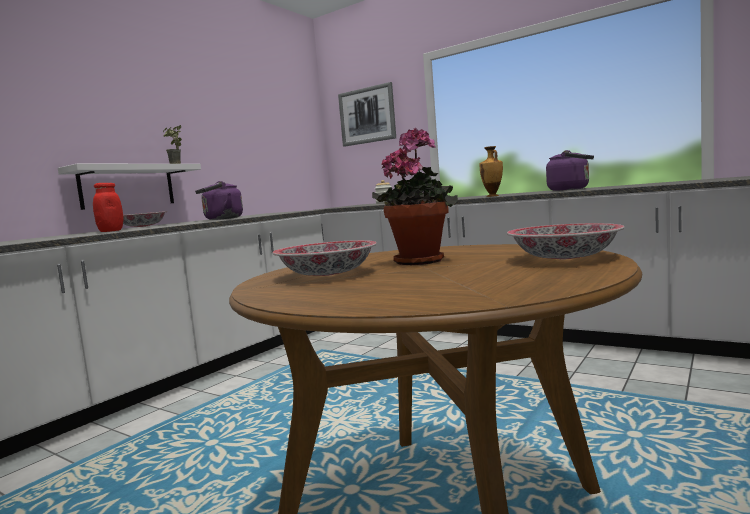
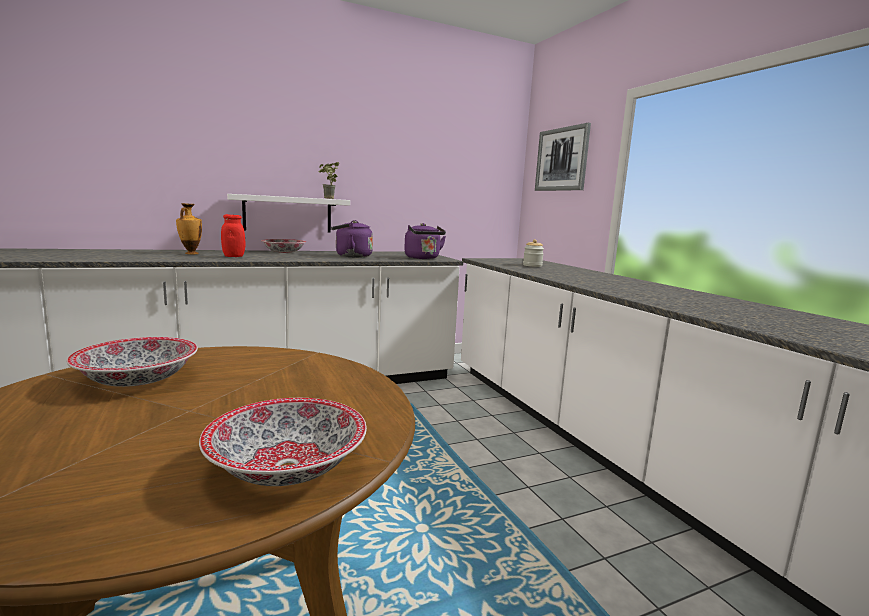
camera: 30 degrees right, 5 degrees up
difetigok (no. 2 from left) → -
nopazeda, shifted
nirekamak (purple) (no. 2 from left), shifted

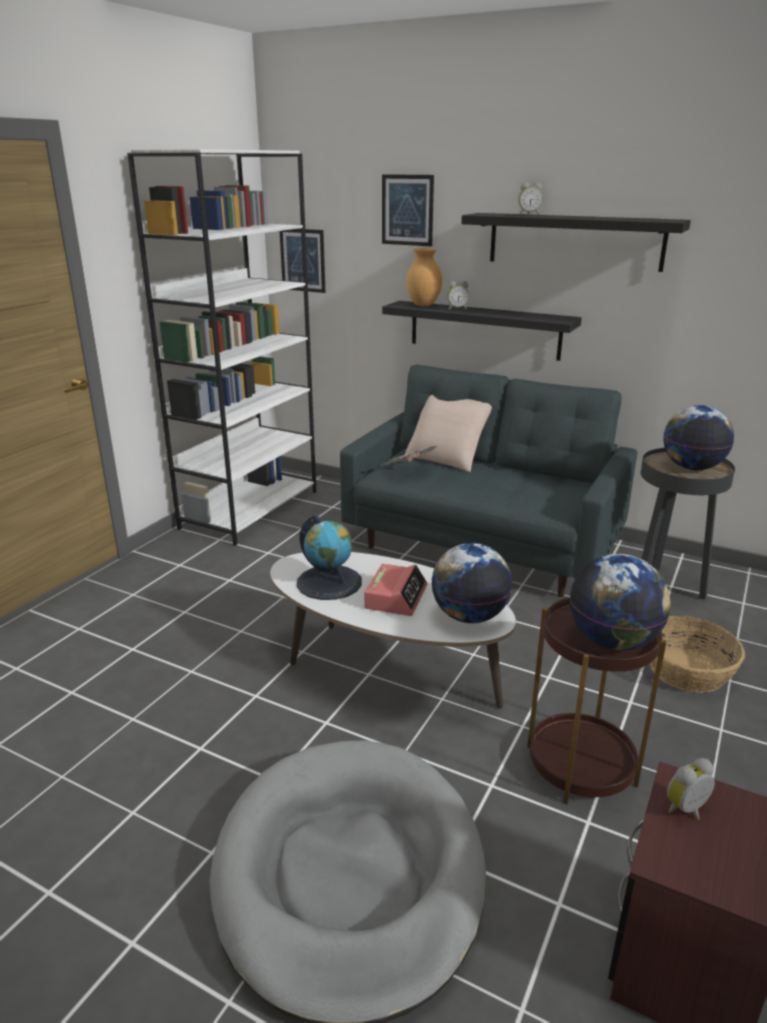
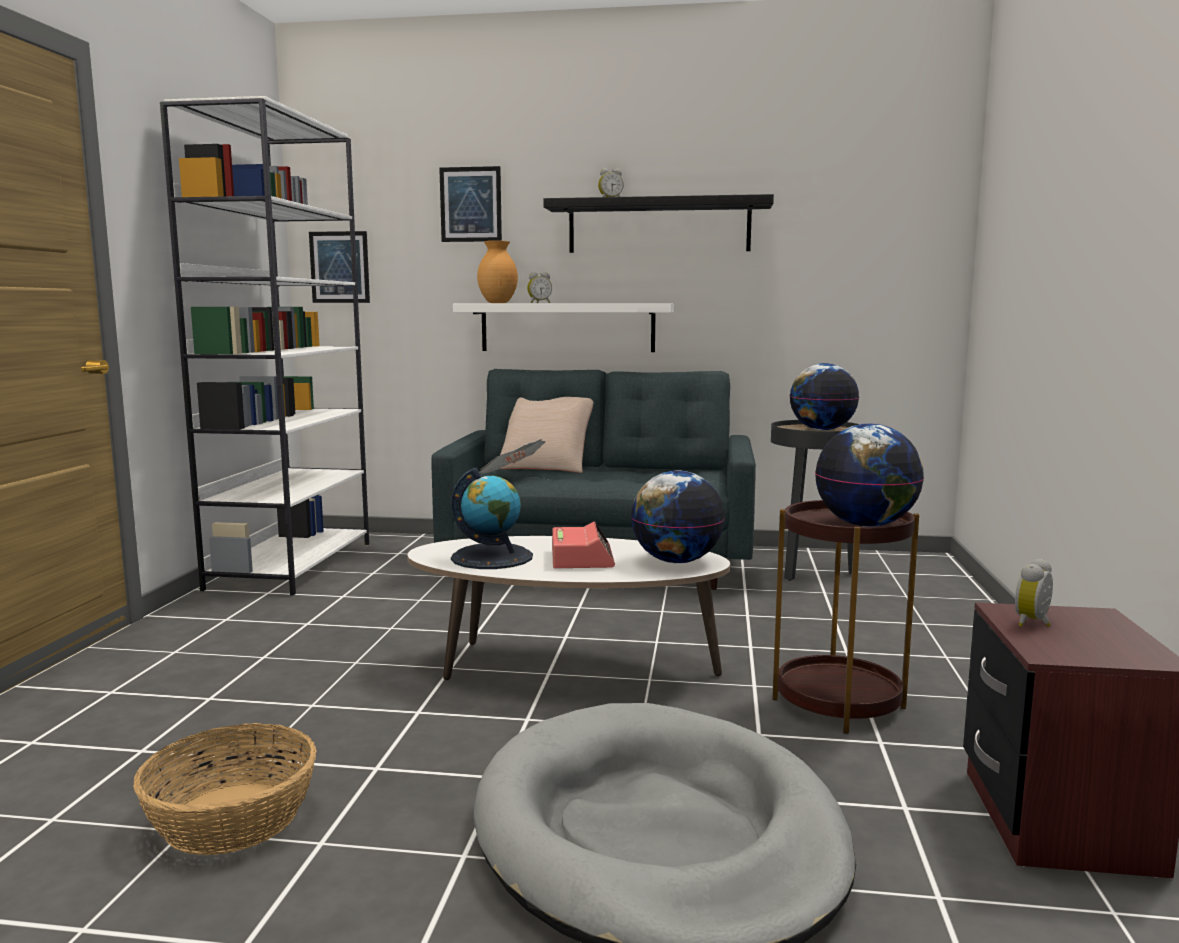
camera: 20 degrees left, 15 degrees down
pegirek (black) (no. 1 from left) → pegirek (white)
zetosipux, shifted

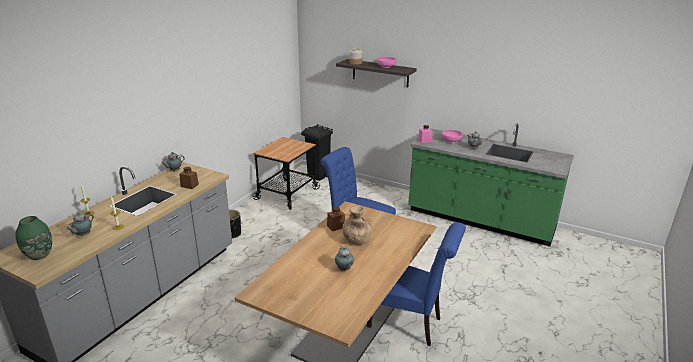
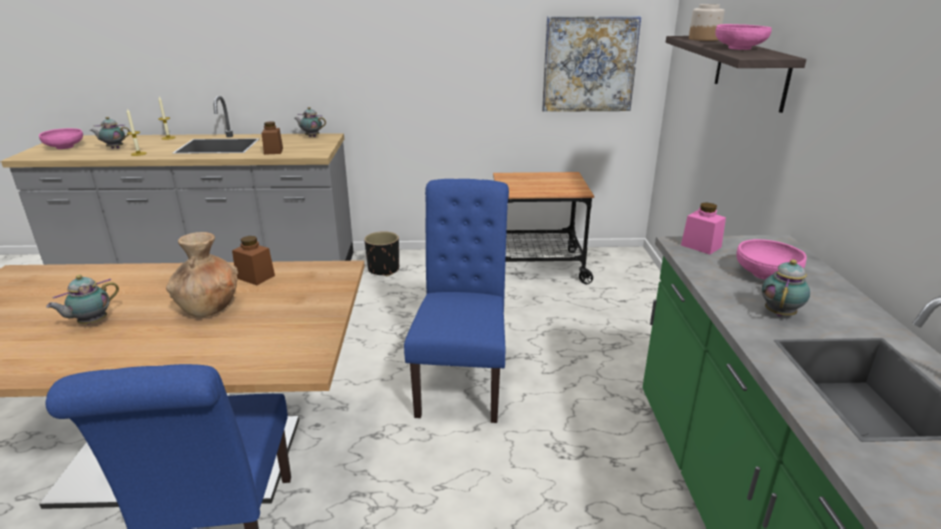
camera: 60 degrees right, 0 degrees up
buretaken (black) → -
nopazeda (green) → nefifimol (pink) (no. 1 from left)
- → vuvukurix

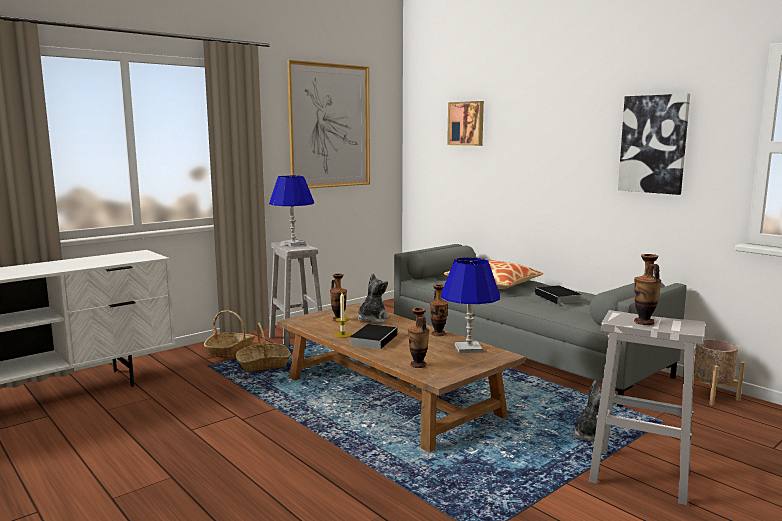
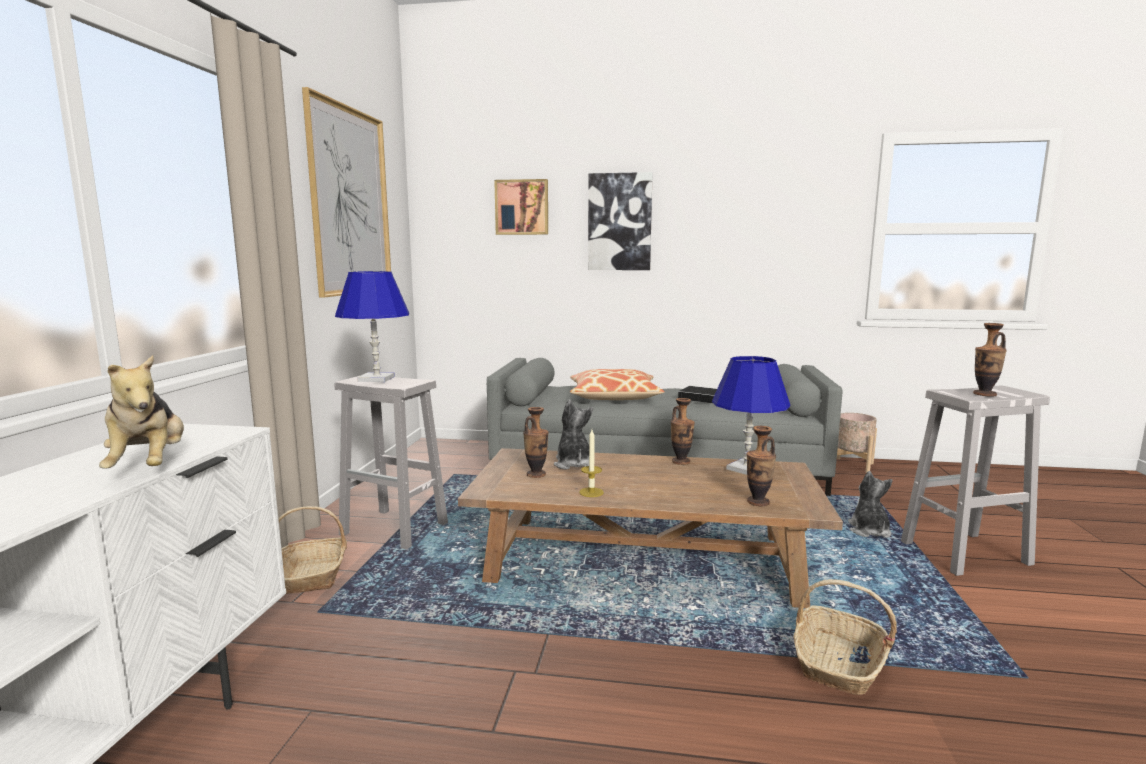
camera: 40 degrees left, 0 degrees up
vuvukurix (no. 3 from left), shifted
zetosipux (no. 2 from left), shifted
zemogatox (no. 1 from left) → -
- → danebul (no. 1 from left)

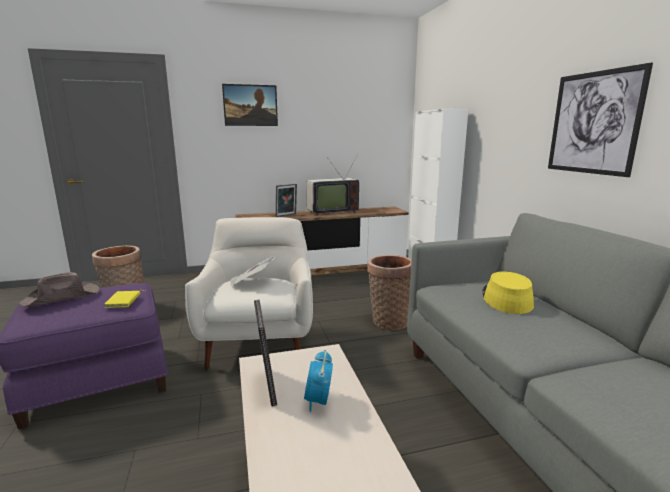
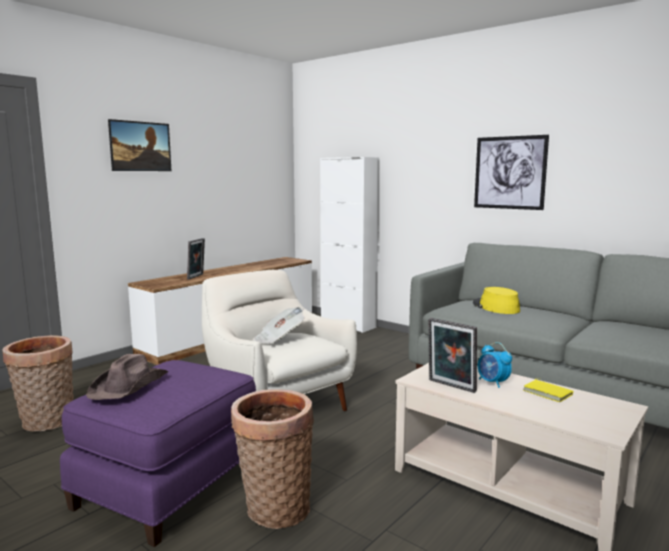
camera: 35 degrees left, 5 degrees down
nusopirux → -
zetosipux (no. 2 from left), shifted
zemogatox (yellow), shifted

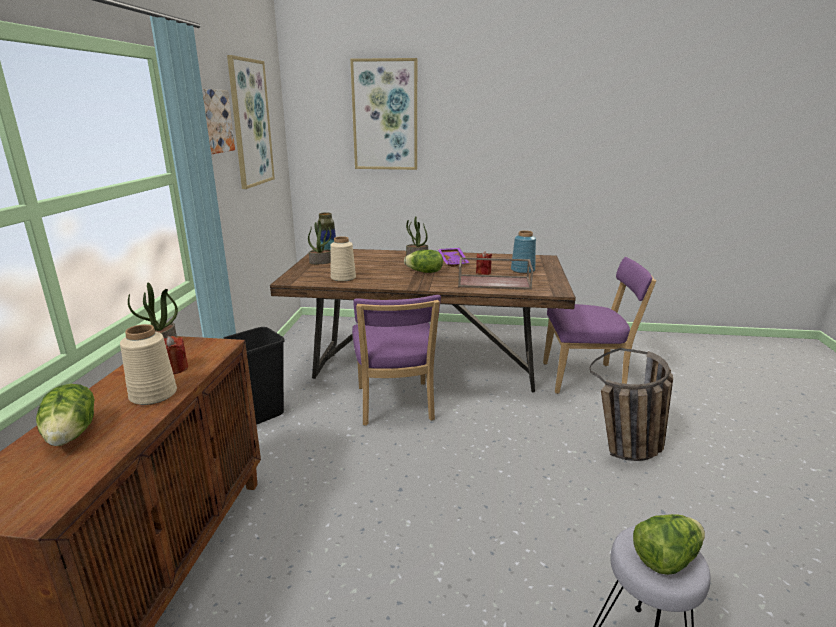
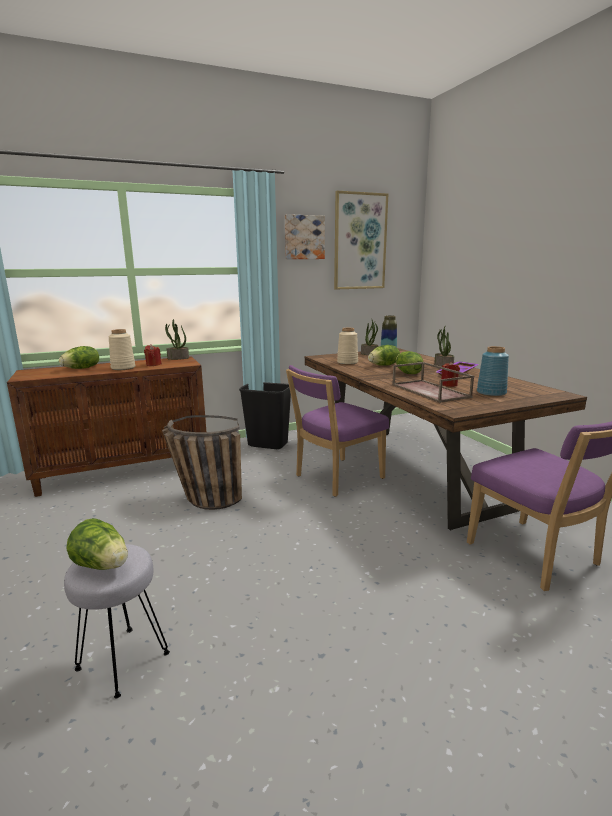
camera: 60 degrees right, 5 degrees down
vuvukurix (no. 3 from left) → -
zetosipux, shifted
- → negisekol (no. 3 from left)

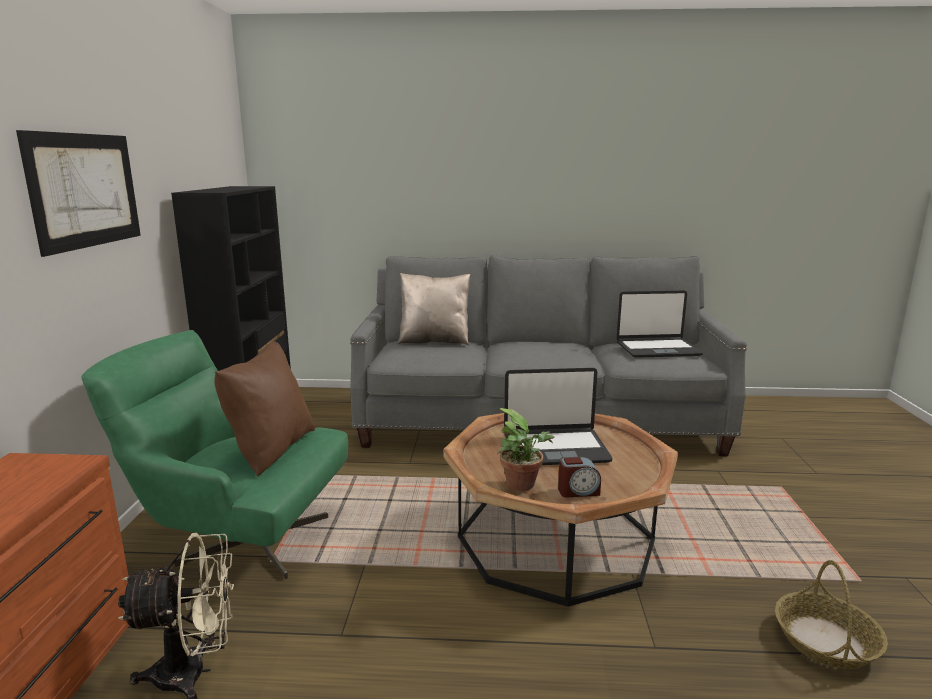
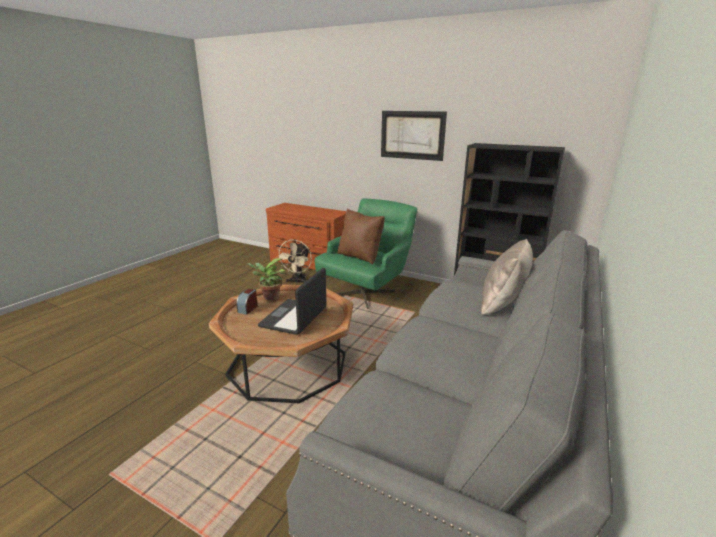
camera: 115 degrees right, 5 degrees up
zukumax (no. 2 from left) → -
zetosipux → -

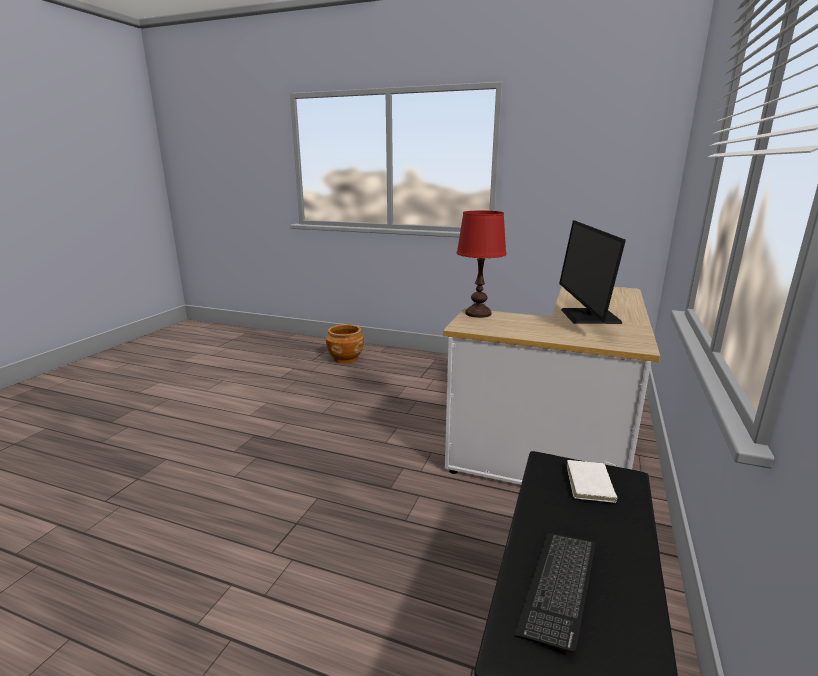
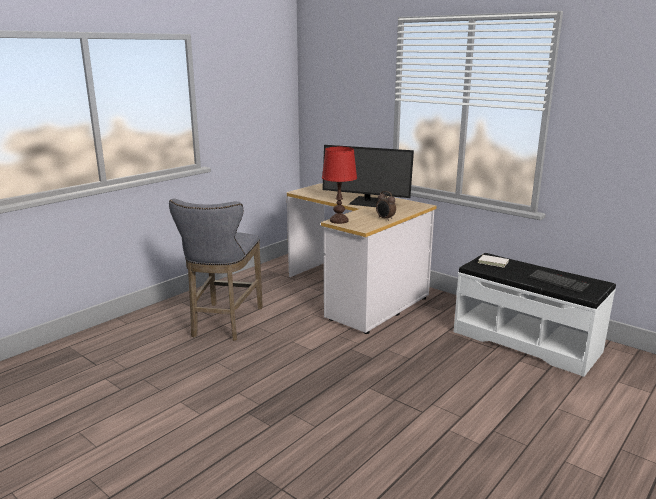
camera: 70 degrees left, 0 degrees up
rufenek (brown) → -
- → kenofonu
- → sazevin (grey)

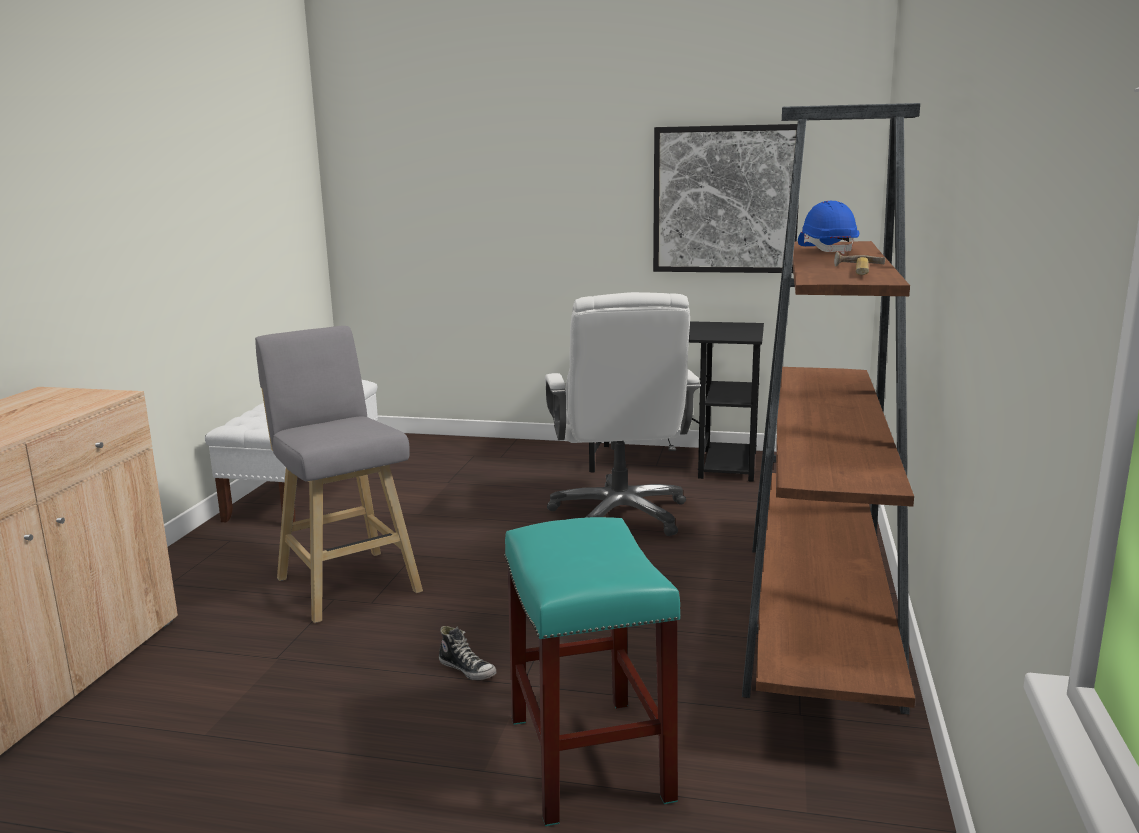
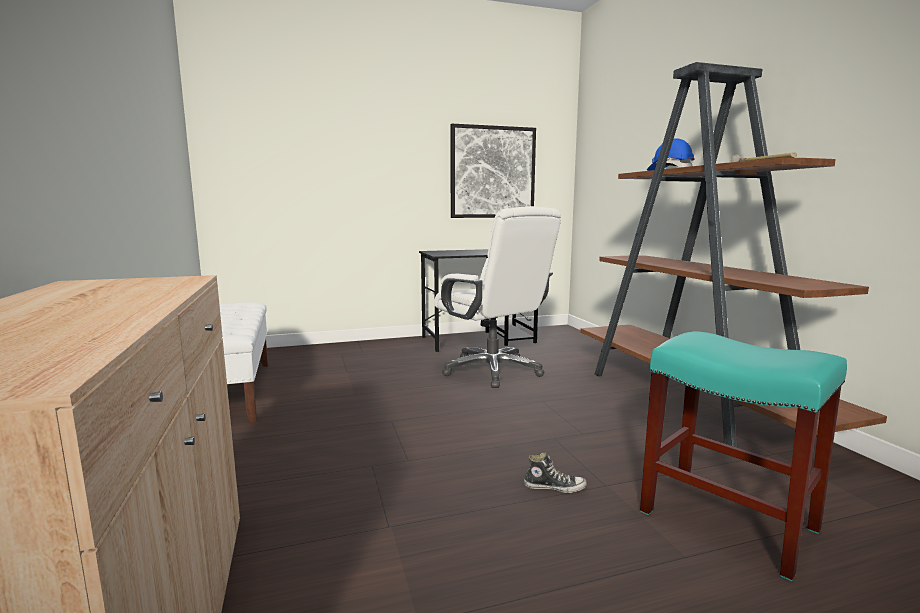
camera: 30 degrees left, 5 degrees down
sazevin (grey) → -

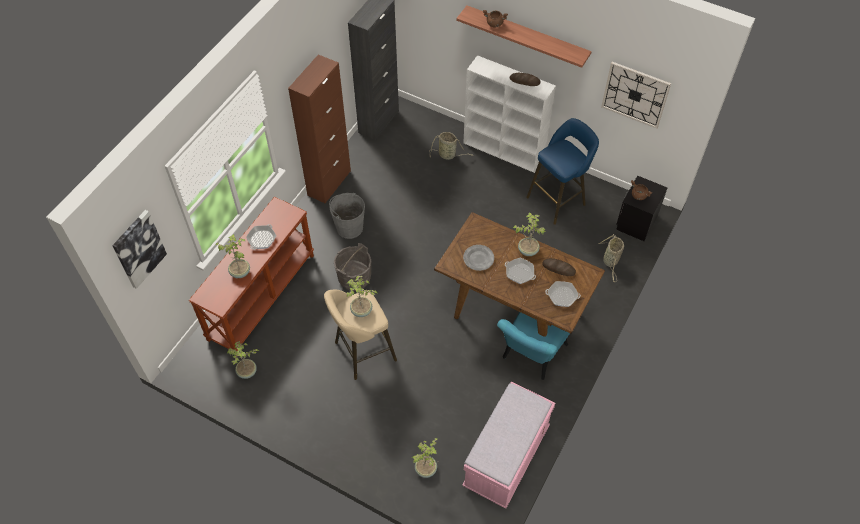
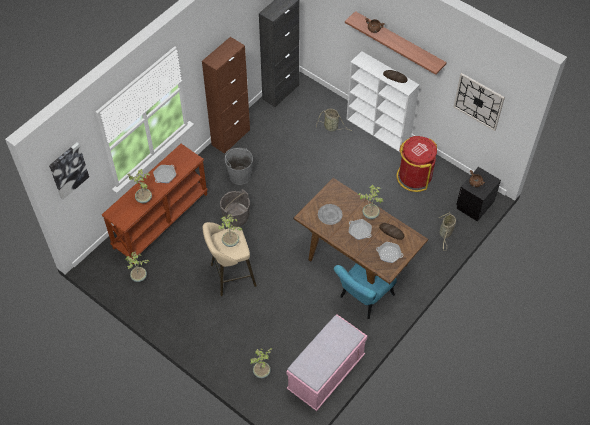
camera: 10 degrees right, 0 degrees up
sazevin (blue) → buretaken (red)

